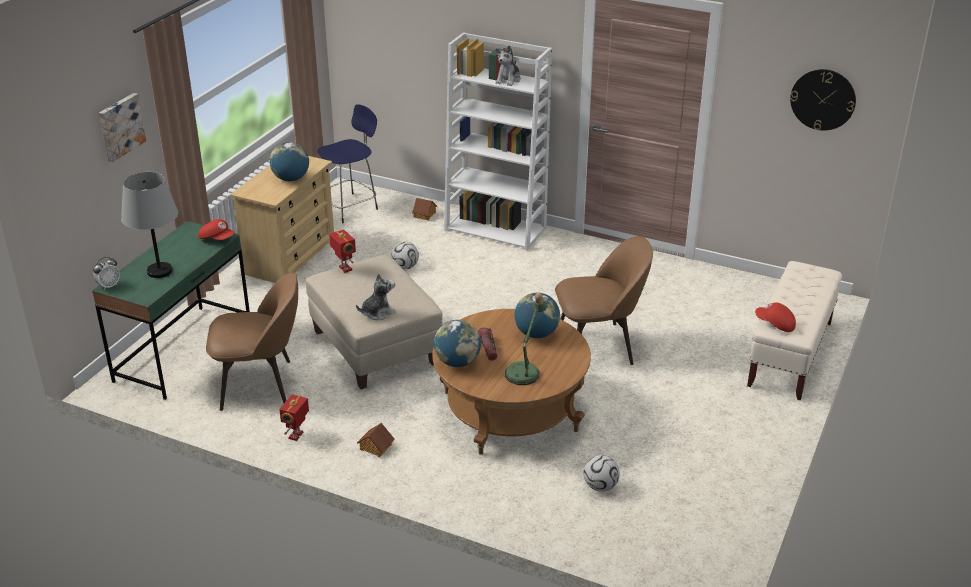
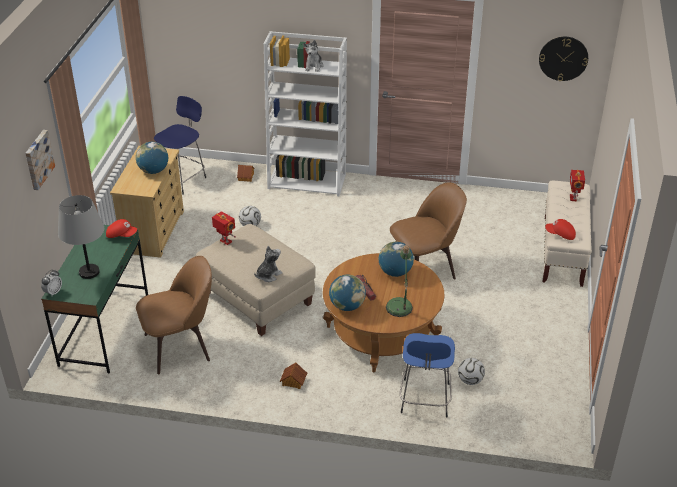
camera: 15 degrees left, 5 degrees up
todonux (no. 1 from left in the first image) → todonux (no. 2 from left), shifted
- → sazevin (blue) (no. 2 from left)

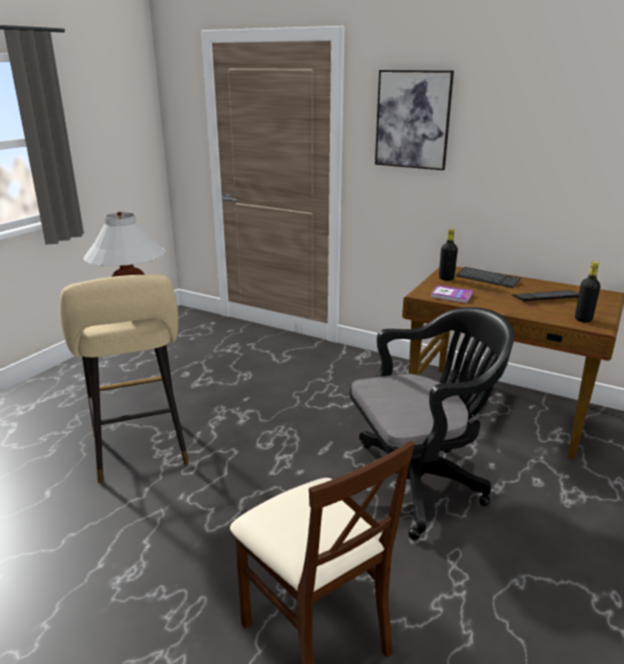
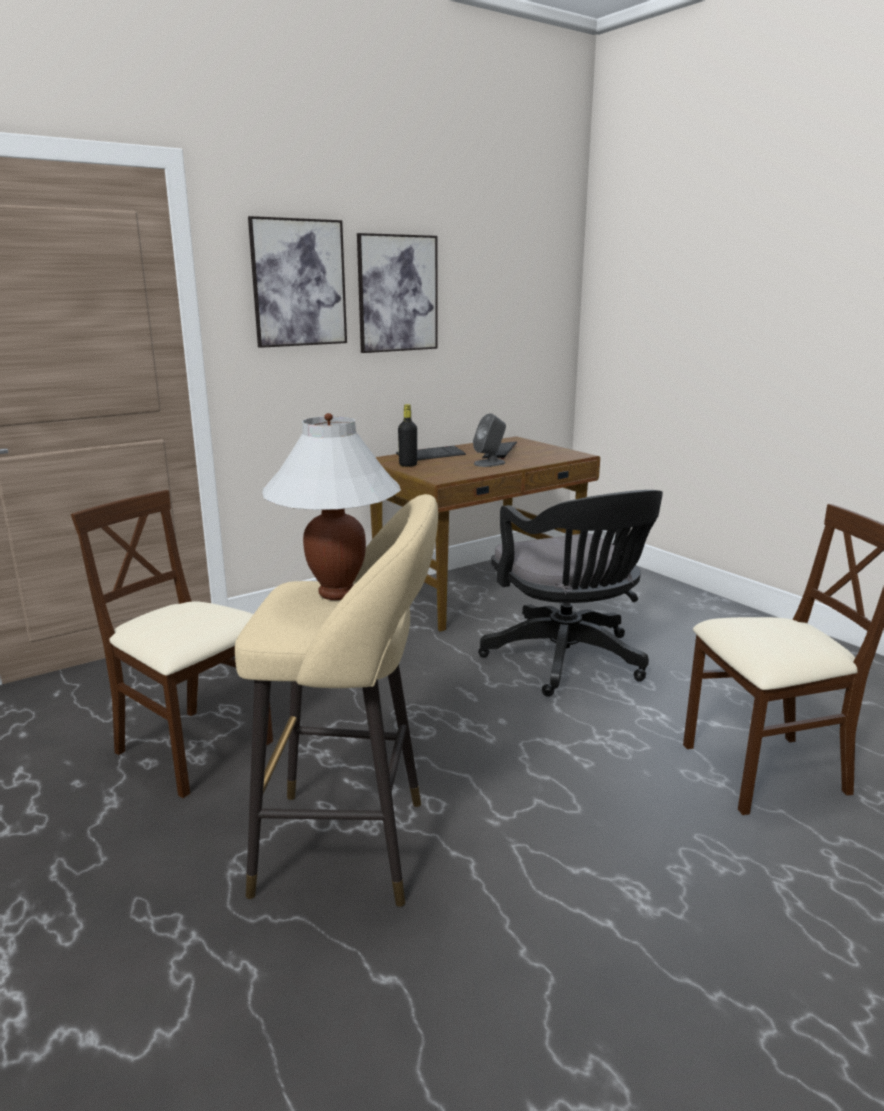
camera: 65 degrees left, 5 degrees down
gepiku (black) (no. 2 from left) → -
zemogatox → -
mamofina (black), 150 degrees clockwise
- → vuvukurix (no. 2 from left)
- → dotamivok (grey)
- → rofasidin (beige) (no. 1 from left)

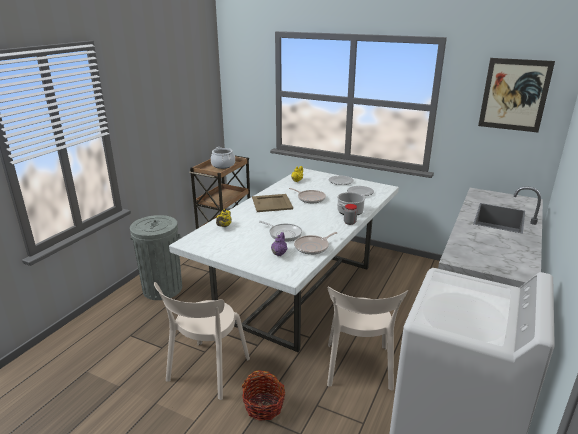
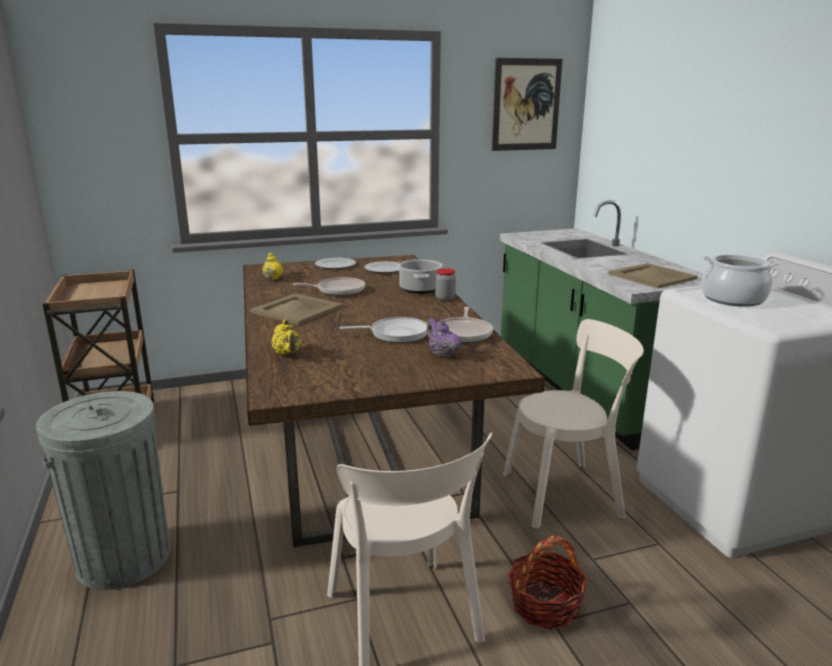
camera: 45 degrees left, 5 degrees down
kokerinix (no. 1 from left in the first image) → kokerinix (no. 2 from left), shifted
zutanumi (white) → zutanumi (brown)
rofasidin (beige) (no. 2 from left), 60 degrees counterclockwise
- → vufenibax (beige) (no. 2 from left)

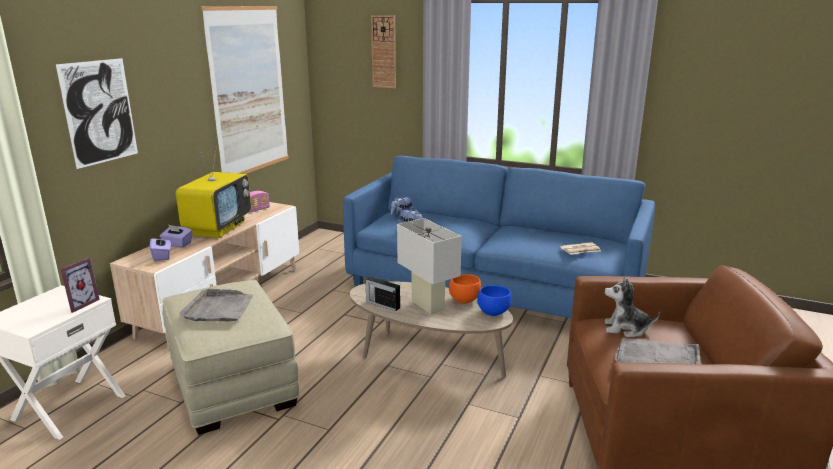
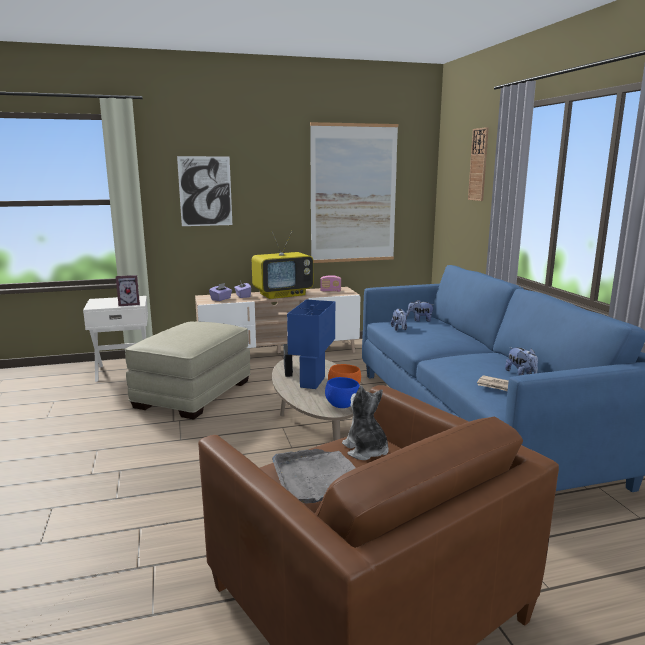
camera: 50 degrees right, 5 degrees down
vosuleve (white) → vosuleve (blue)
vufenibax (grey) (no. 1 from left) → -
- → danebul (no. 4 from left)

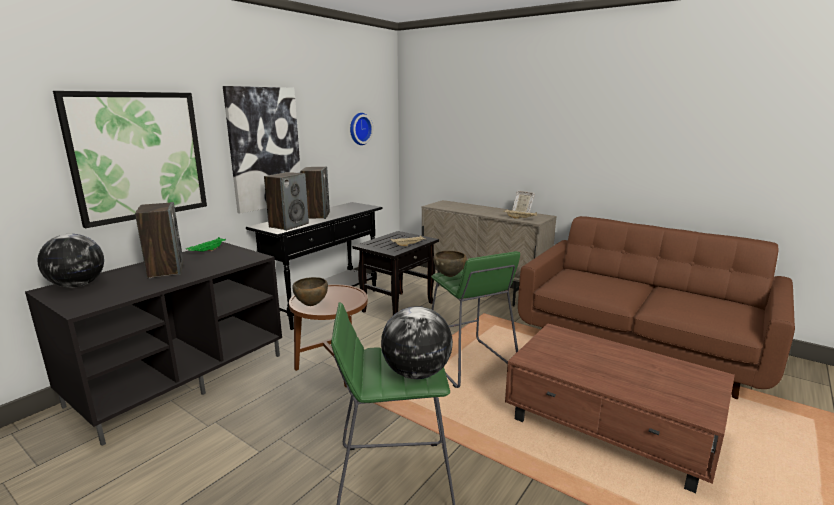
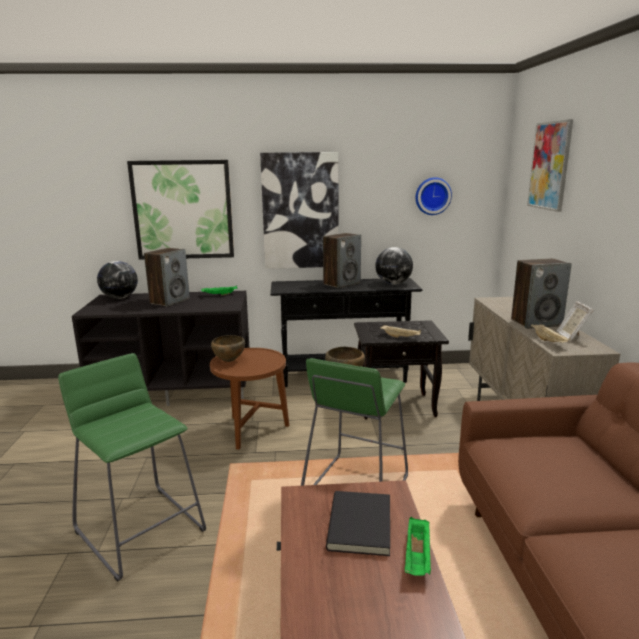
camera: 50 degrees right, 0 degrees up
dotamivok (no. 2 from left in the first image) → dotamivok (no. 3 from left), shifted
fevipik (no. 2 from left), shifted
- → vuvukurix (no. 3 from left)
- → zemogatox (black)
- → vufenibax (green) (no. 2 from left)

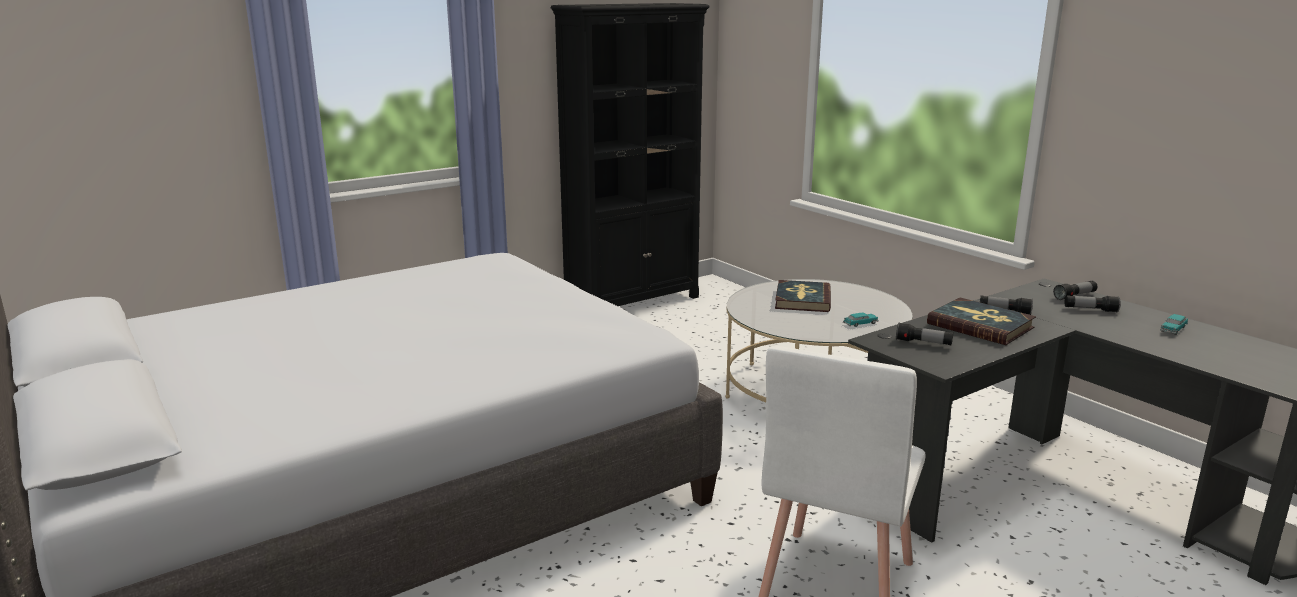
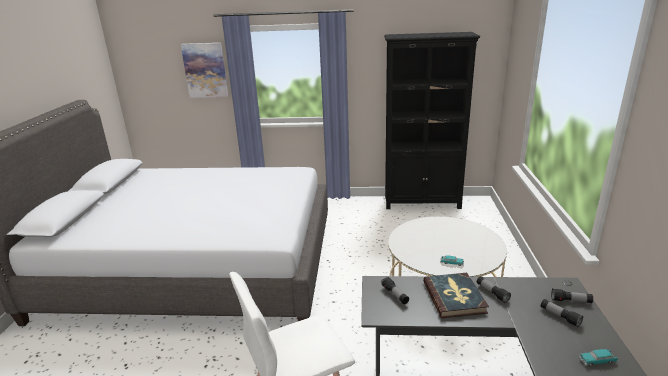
camera: 40 degrees right, 5 degrees up
zemogatox (no. 1 from left) → -
- → vuvukurix

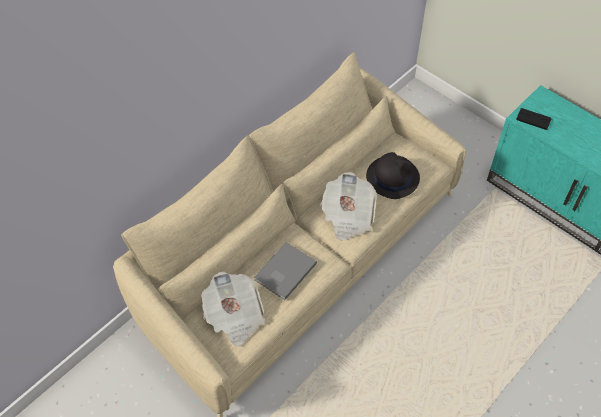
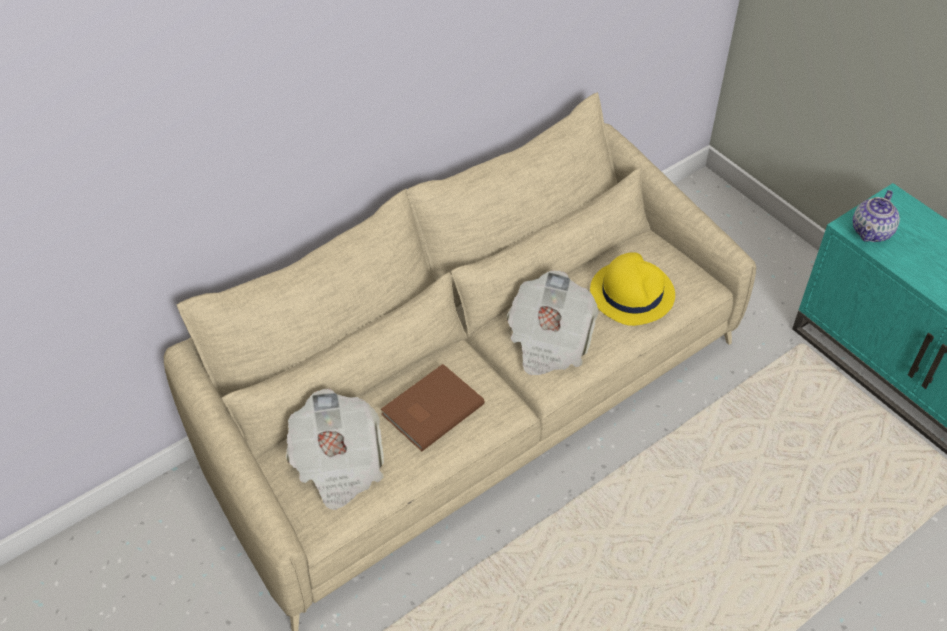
camera: 10 degrees right, 5 degrees down
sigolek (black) → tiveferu
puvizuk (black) → puvizuk (yellow)
zemogatox (grey) → zemogatox (brown)

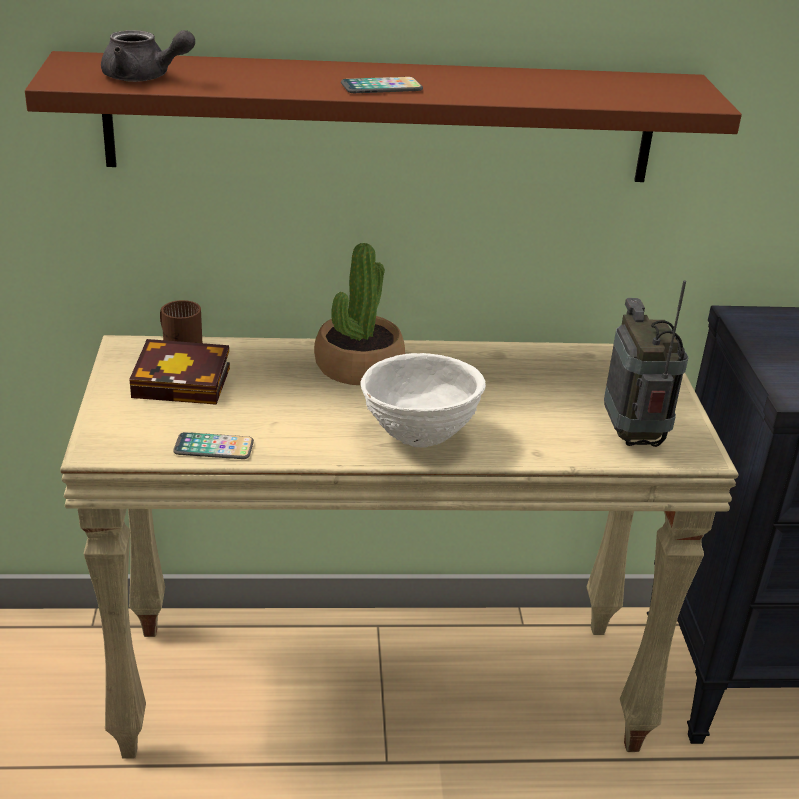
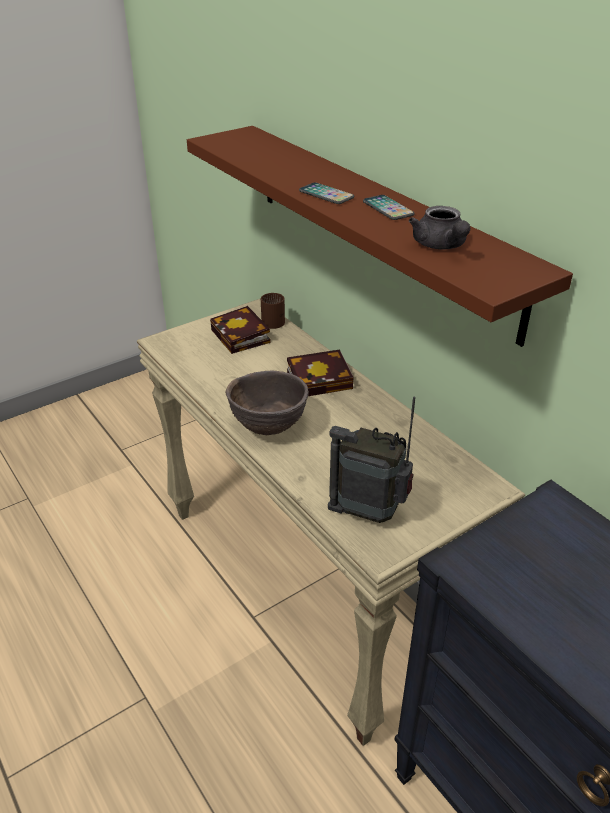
camera: 60 degrees right, 5 degrees up
tiveferu (grey), shifted
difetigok → zemogatox (no. 2 from left)
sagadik, 120 degrees counterclockwise
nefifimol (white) → nefifimol (brown)
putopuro (no. 1 from left in the first image) → putopuro (no. 2 from left), shifted

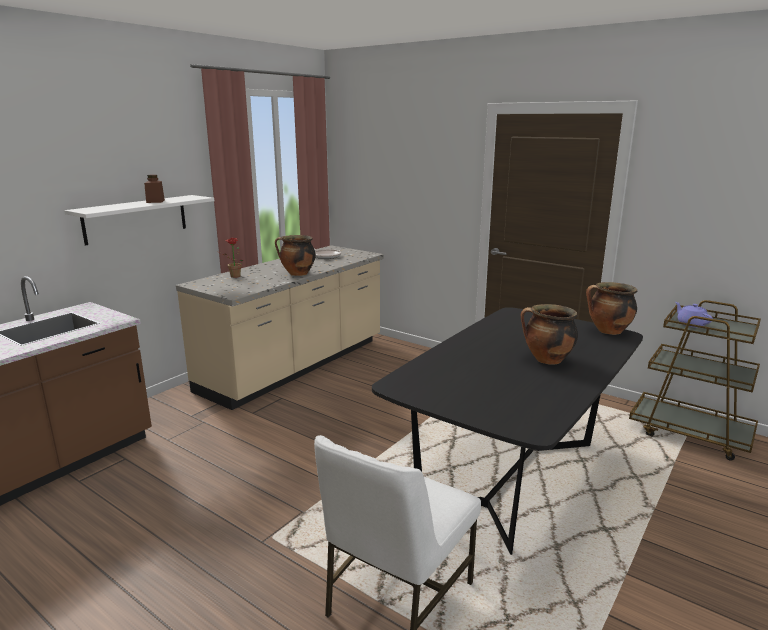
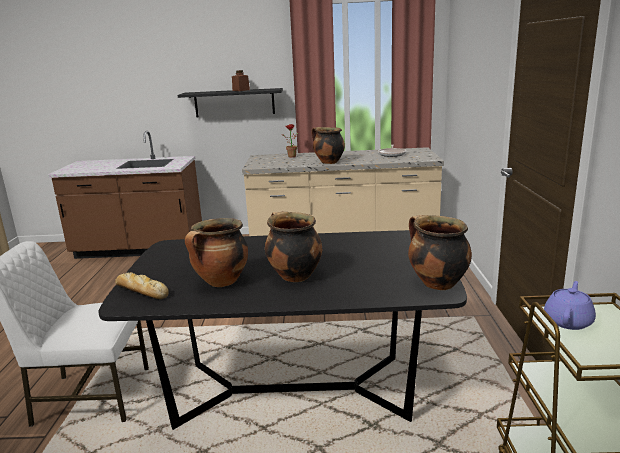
camera: 55 degrees right, 0 degrees up
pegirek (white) → pegirek (black)
- → kokerinix (no. 1 from left)
- → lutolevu

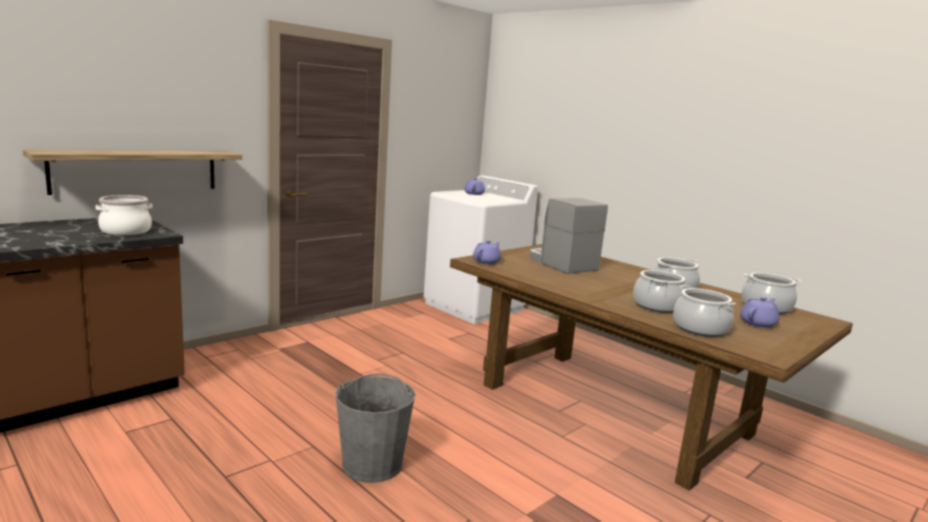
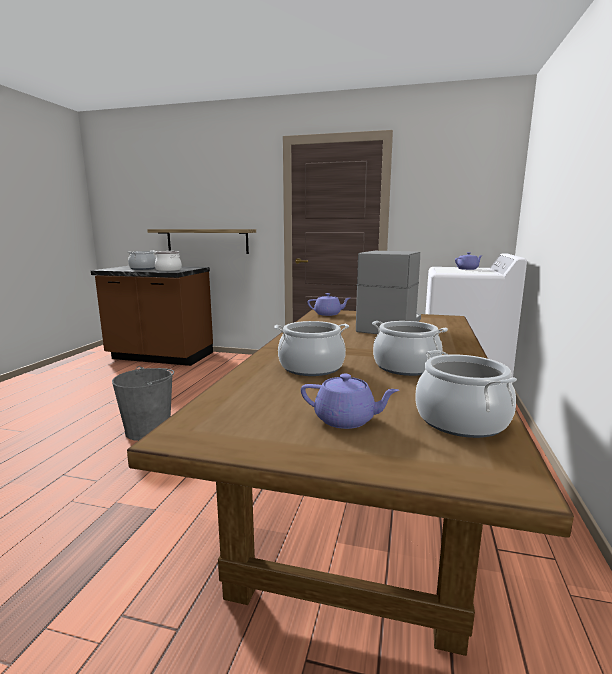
camera: 60 degrees right, 0 degrees up
kokerinix (no. 4 from left in the first image) → kokerinix (no. 1 from left), shifted

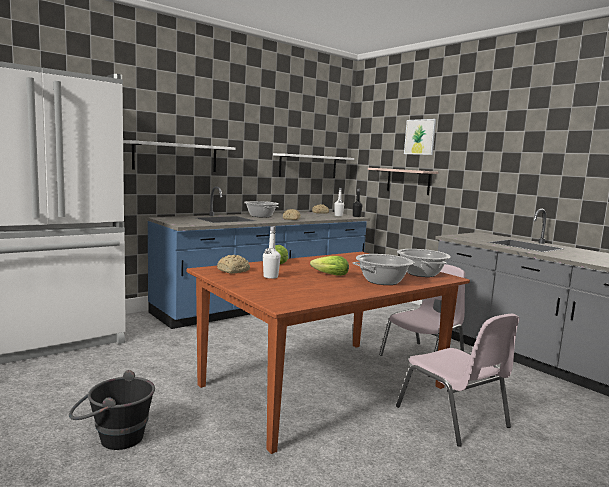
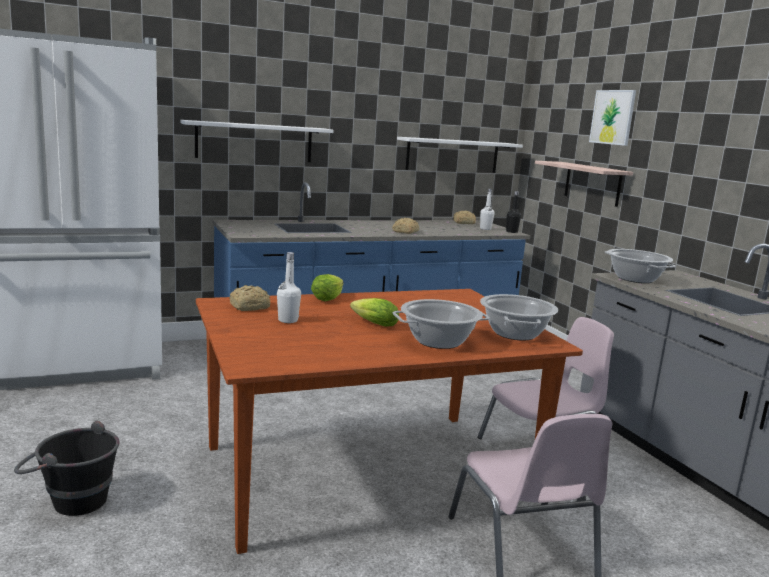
camera: 15 degrees right, 5 degrees up
kokerinix (no. 1 from left in the first image) → kokerinix (no. 3 from left), shifted

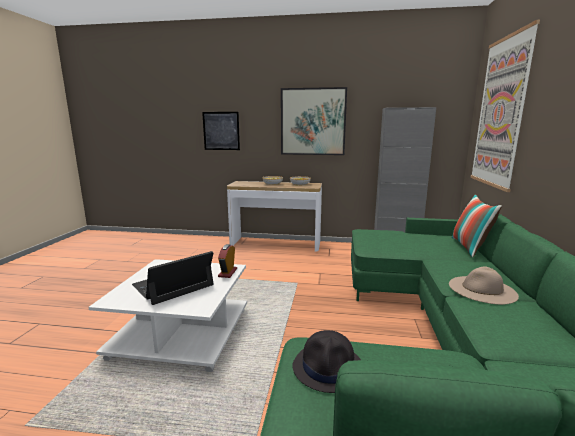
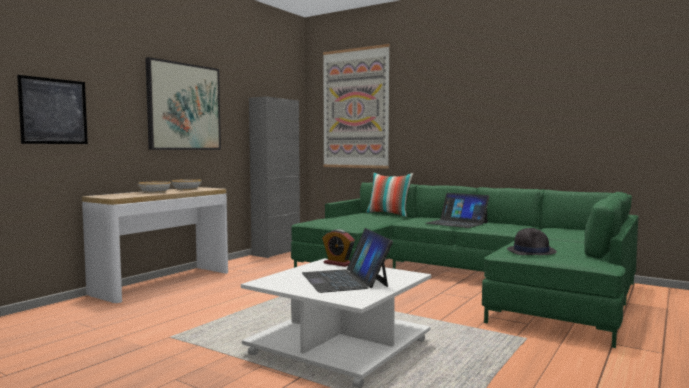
camera: 65 degrees left, 10 degrees down
puvizuk (beige) → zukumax (no. 2 from left)

